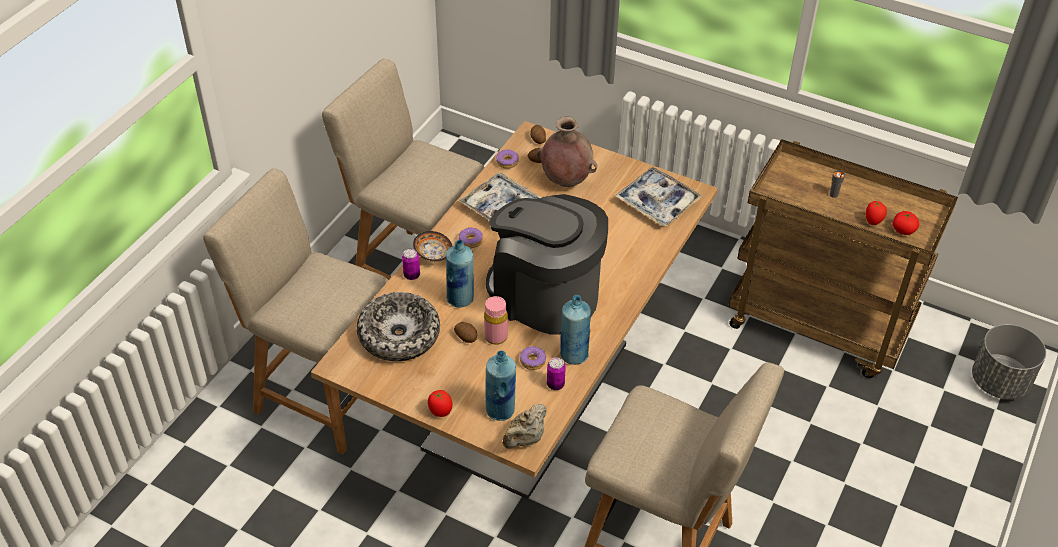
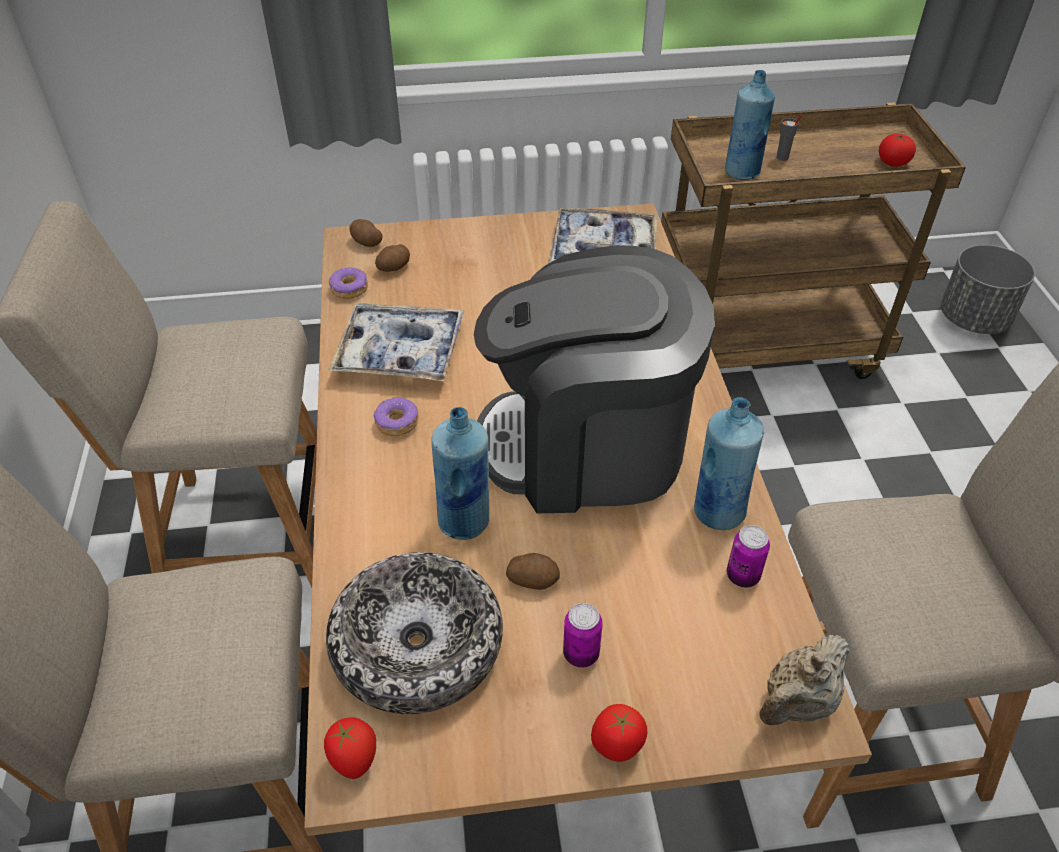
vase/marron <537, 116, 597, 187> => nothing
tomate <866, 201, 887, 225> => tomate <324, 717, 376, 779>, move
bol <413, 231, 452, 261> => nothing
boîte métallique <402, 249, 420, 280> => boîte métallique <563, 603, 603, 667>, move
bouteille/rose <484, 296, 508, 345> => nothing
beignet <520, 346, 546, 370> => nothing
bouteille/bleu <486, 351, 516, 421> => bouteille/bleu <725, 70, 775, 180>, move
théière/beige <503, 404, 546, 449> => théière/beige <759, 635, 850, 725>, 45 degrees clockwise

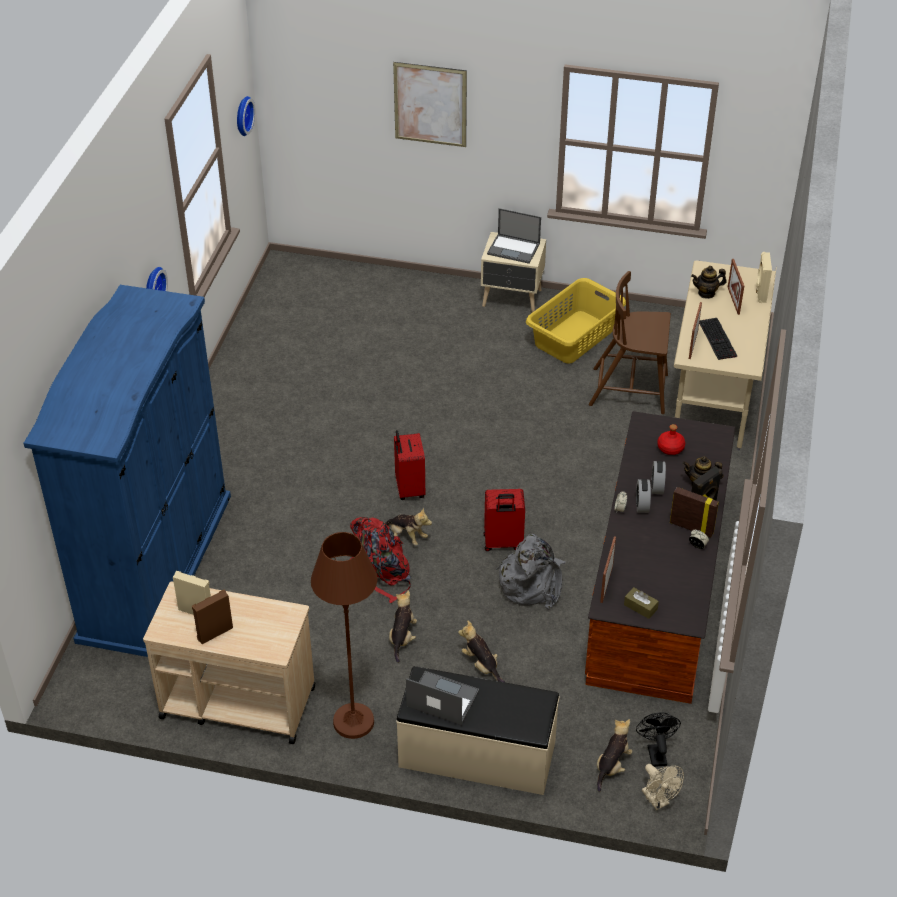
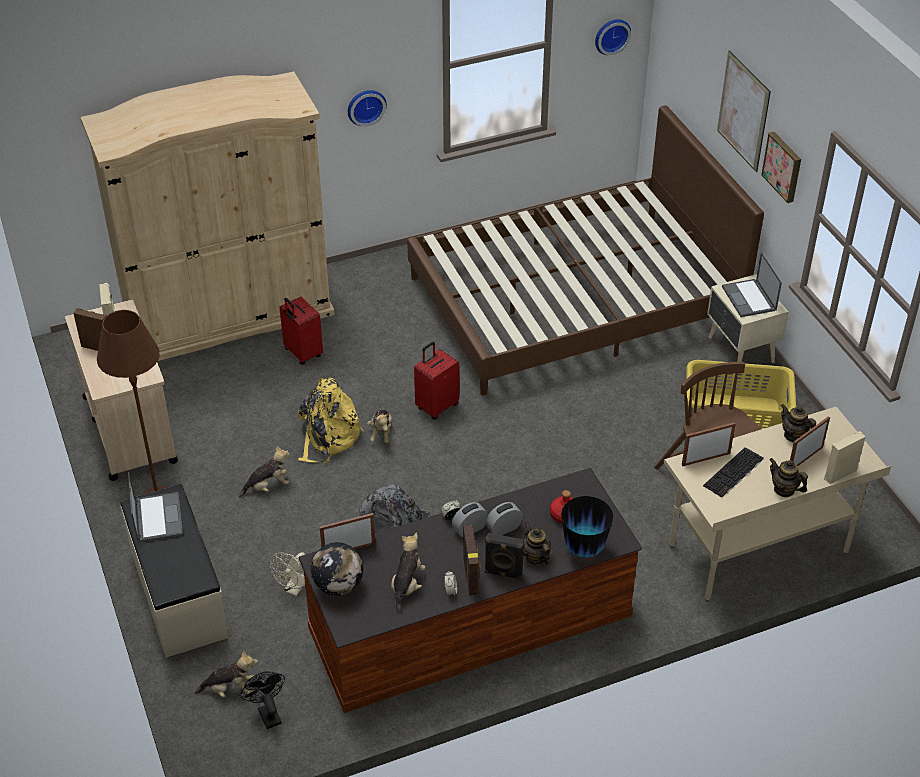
armoire/bleu <23, 285, 231, 657> => armoire/beige <80, 72, 335, 361>
valise/rouge <484, 489, 525, 551> => valise/rouge <279, 297, 323, 365>, move
sac à dos/rouge <349, 517, 411, 603> => sac à dos/jaune <297, 377, 364, 463>
boîte à mouchoirs/marron <624, 587, 659, 619> => globe <310, 542, 363, 596>
peluche <458, 620, 505, 682> => peluche <391, 533, 425, 614>, move
ventilateur/noir <636, 712, 681, 767> => ventilateur/noir <240, 671, 285, 729>, 75 degrees counterclockwise
ventilateur/beige <642, 764, 684, 810> => ventilateur/beige <269, 552, 305, 596>, move
nothing => lit/marron <407, 105, 764, 395>
nothing => tableau <761, 132, 801, 203>
nothing => théière <769, 458, 808, 497>
nothing => vase <561, 496, 613, 558>

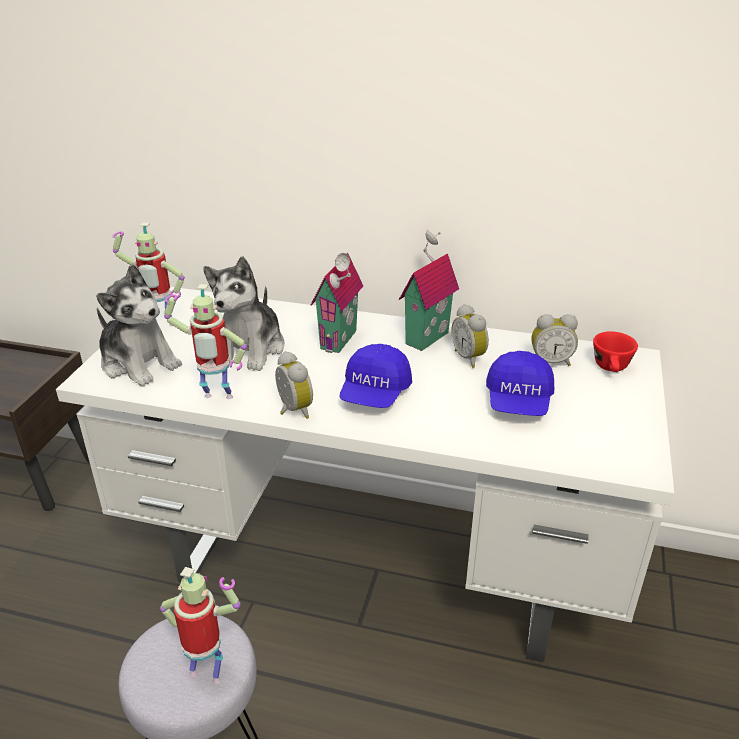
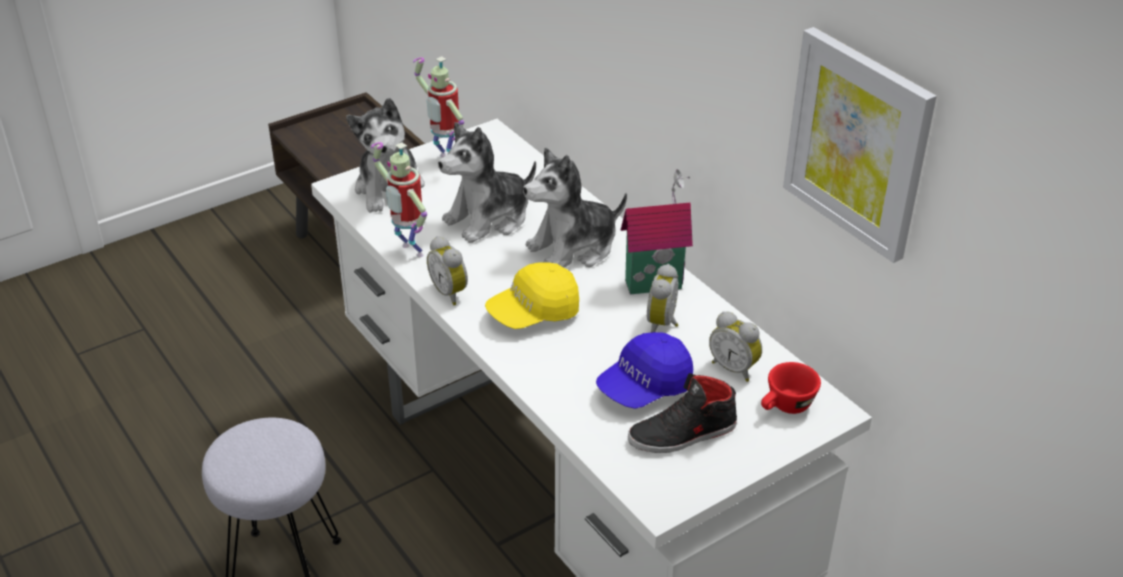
maison miniature <311, 253, 363, 353> => peluche <523, 148, 627, 267>
casquette/bleu <339, 344, 412, 408> => casquette/jaune <485, 262, 579, 329>
réveil <275, 351, 313, 419> => réveil <427, 236, 468, 305>, 135 degrees clockwise
robot jouet <160, 567, 241, 685> => nothing
nothing => tableau <783, 27, 937, 263>
nothing => chaussure/noir <628, 373, 737, 453>

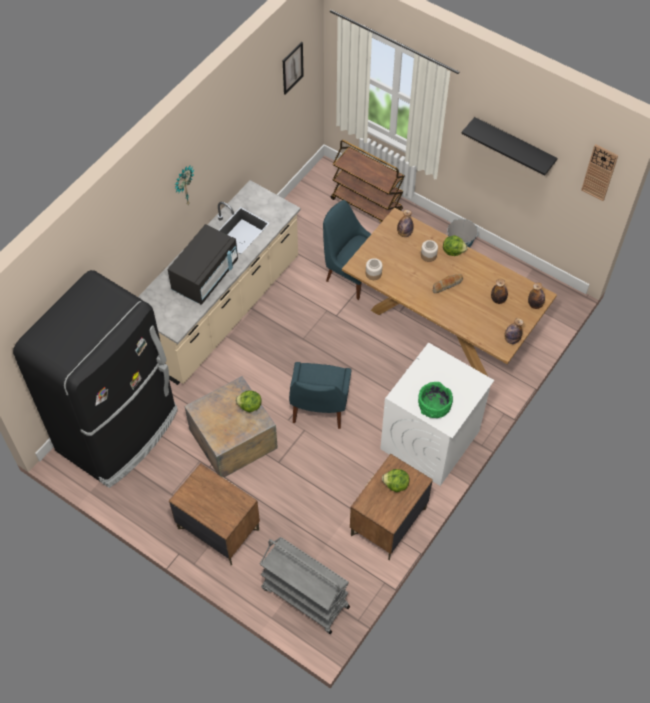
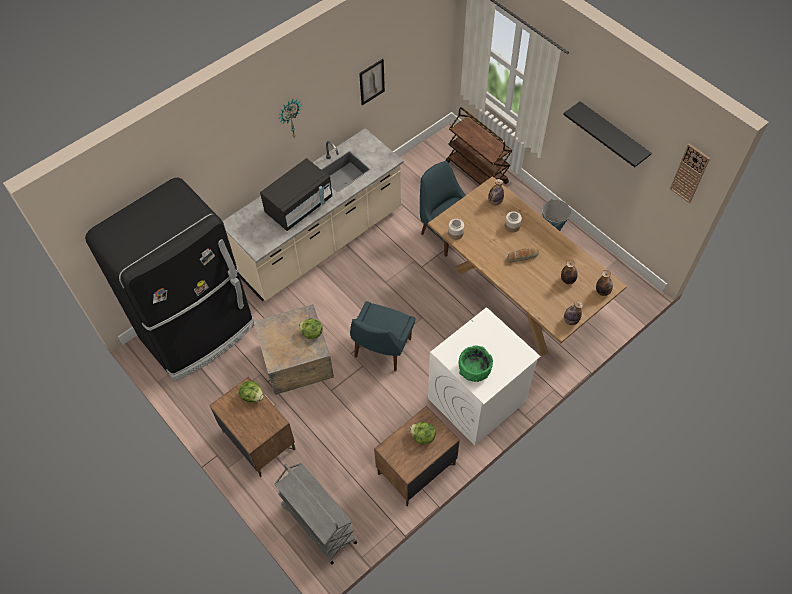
tableau <283, 42, 304, 95> => tableau <359, 59, 385, 106>, move
laitue <443, 235, 468, 256> => laitue <238, 381, 264, 403>, move

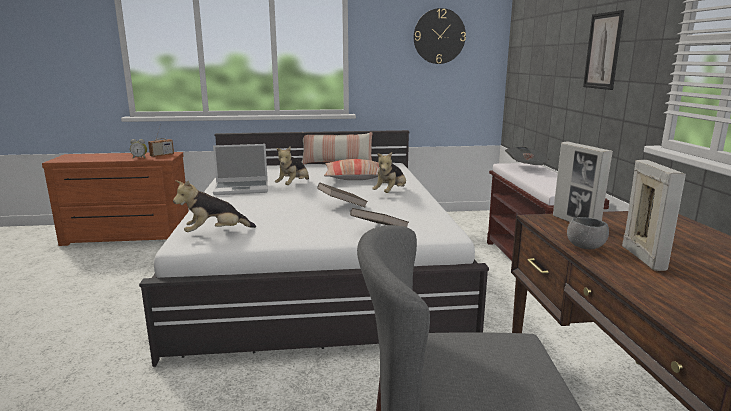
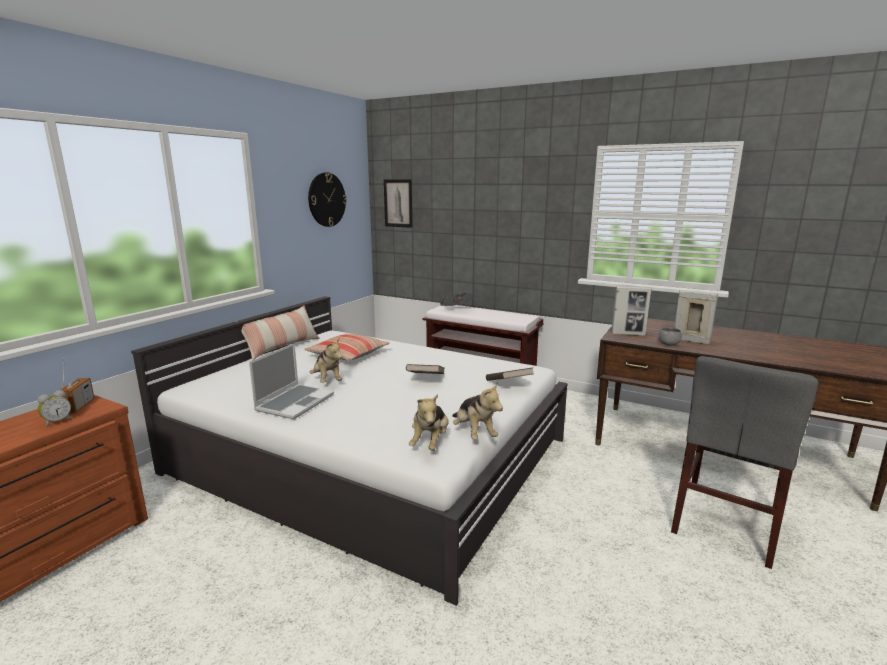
tableau <583, 10, 624, 90> => tableau <384, 179, 412, 228>, move
peluche <372, 152, 406, 193> => peluche <452, 384, 503, 440>, move

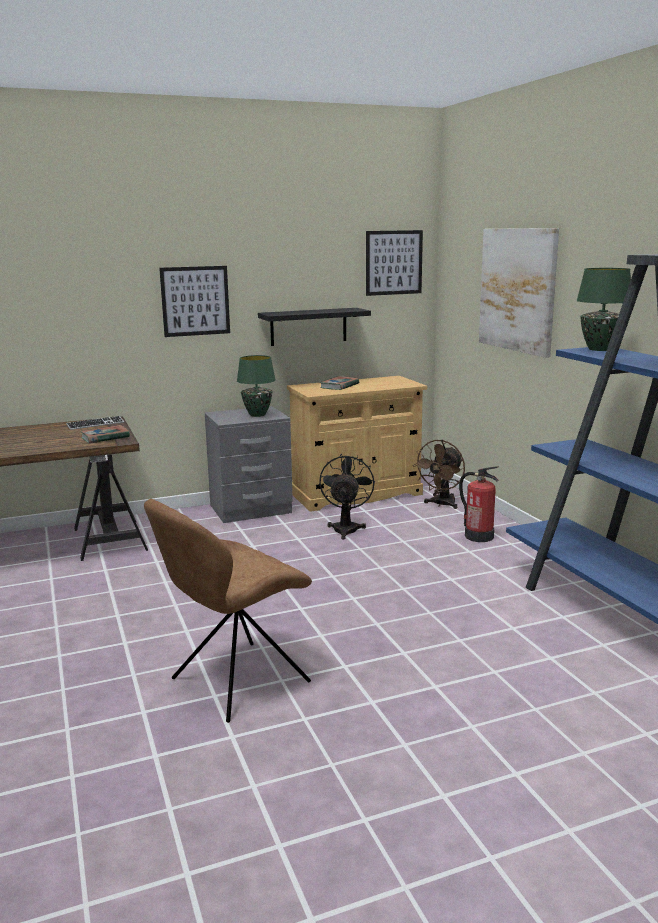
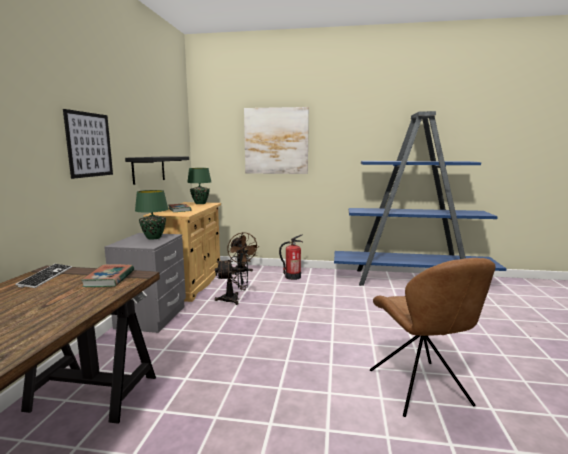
tableau <366, 230, 423, 296> => nothing
lampe de table/vert <576, 268, 631, 351> => lampe de table/vert <187, 168, 211, 204>, move
ventilateur/noir <319, 454, 375, 539> => ventilateur/noir <215, 250, 248, 305>, 135 degrees clockwise

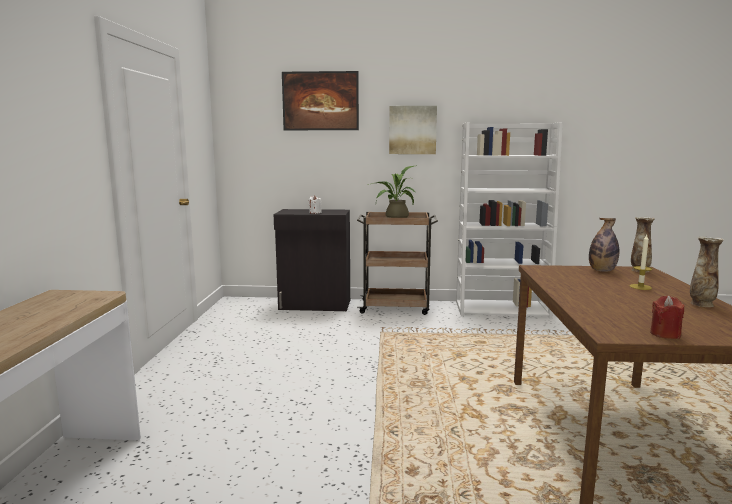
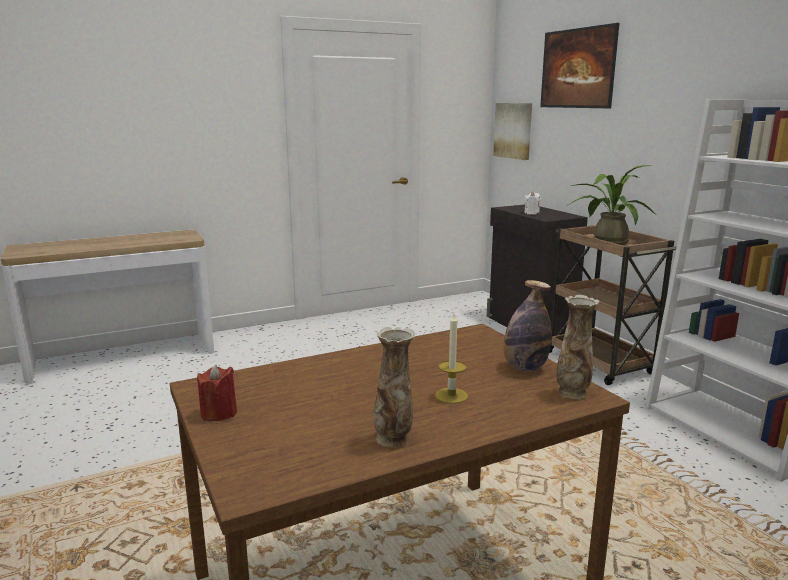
tableau <389, 106, 437, 154> => tableau <493, 103, 532, 160>, move

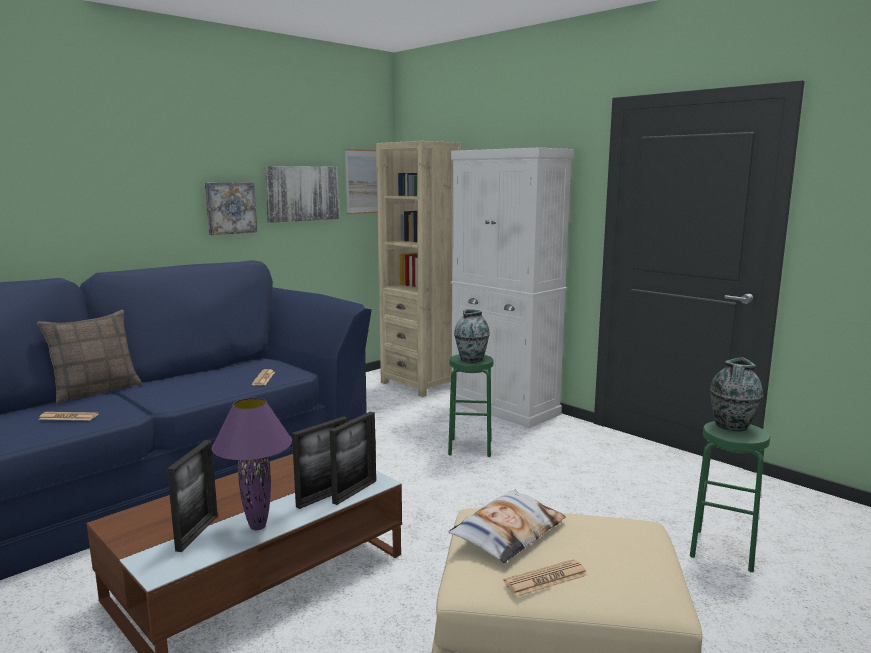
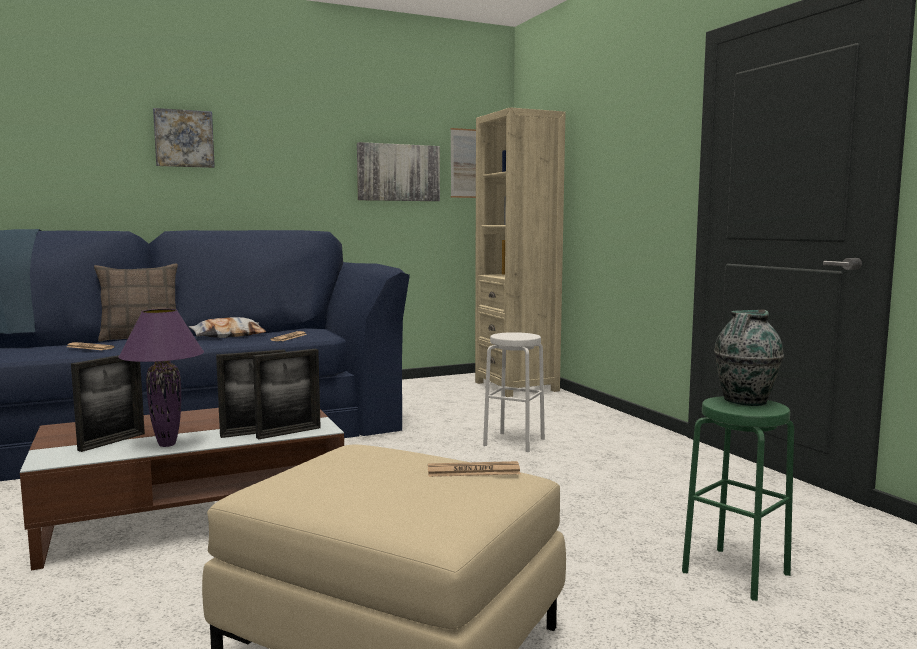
meuble de rangement/blanc <451, 148, 574, 428> => nothing
tableau <205, 182, 257, 235> => tableau <153, 108, 215, 168>, move
vase <454, 309, 490, 363> => nothing
tabouret/vert <448, 354, 493, 457> => tabouret/blanc <483, 332, 545, 452>
coussin <449, 490, 566, 563> => coussin <189, 317, 266, 338>, move
journal <503, 559, 587, 597> => journal <428, 461, 521, 477>, move

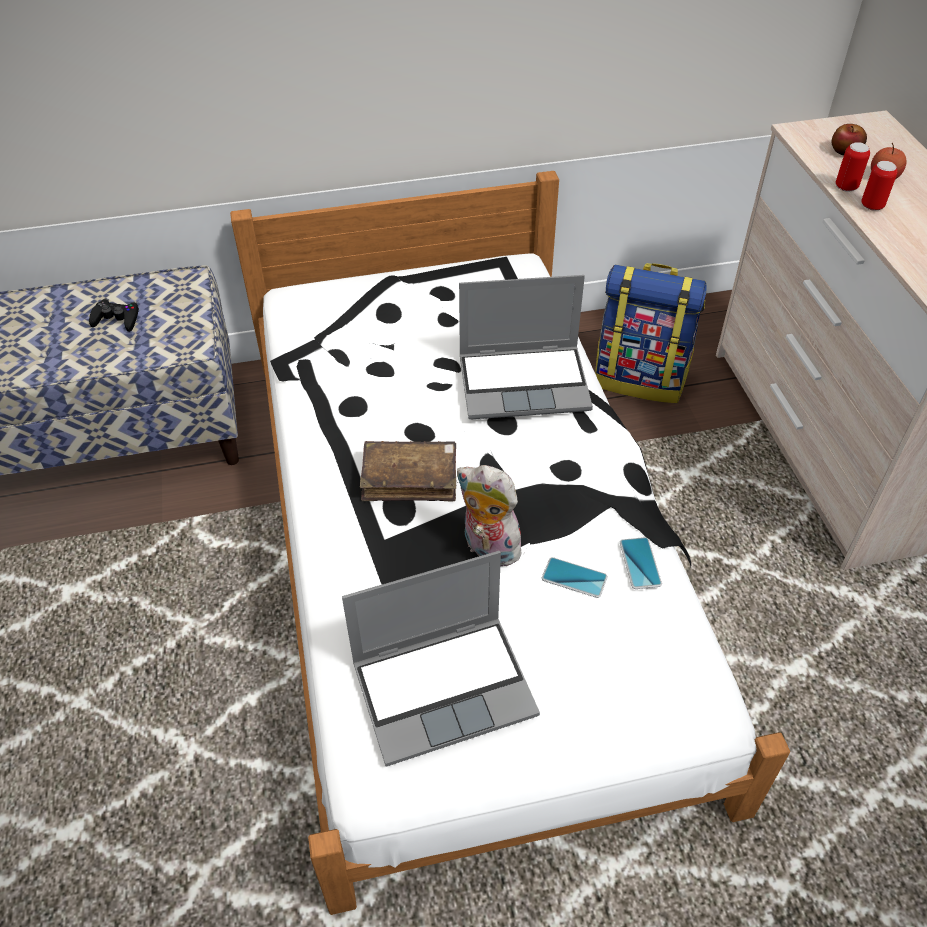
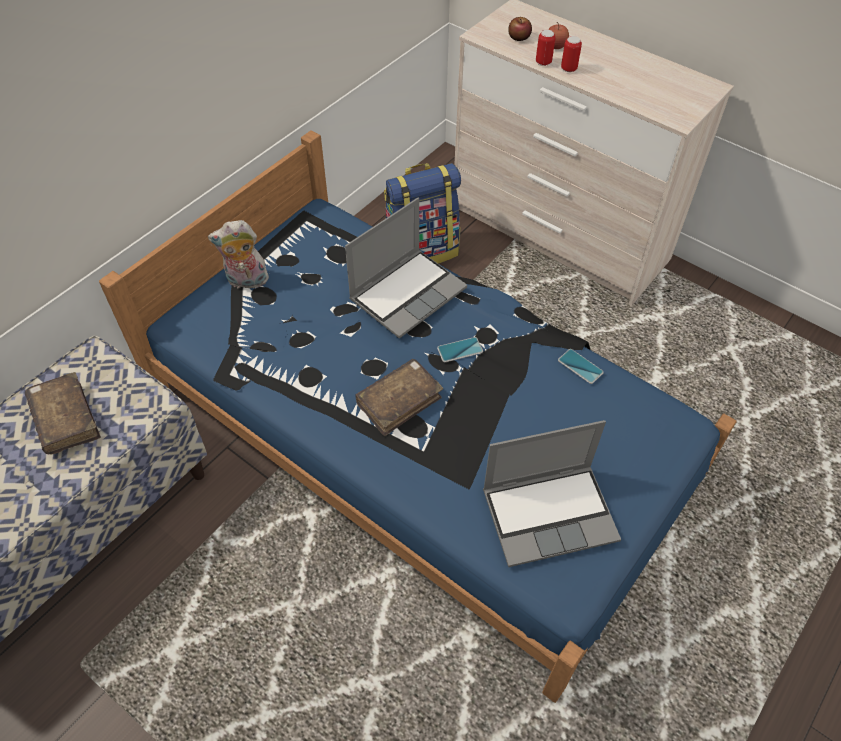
lit/blanc <230, 171, 790, 915> => lit/bleu <99, 131, 737, 703>
manette/noir <89, 299, 139, 332> => livre/marron <25, 372, 101, 455>
peluche <457, 465, 526, 566> => peluche <208, 220, 270, 289>, move
ordinateur portable <342, 551, 540, 766> => ordinateur portable <483, 420, 621, 567>, 45 degrees clockwise
téléphone <542, 557, 608, 598> => téléphone <437, 337, 483, 362>, move

